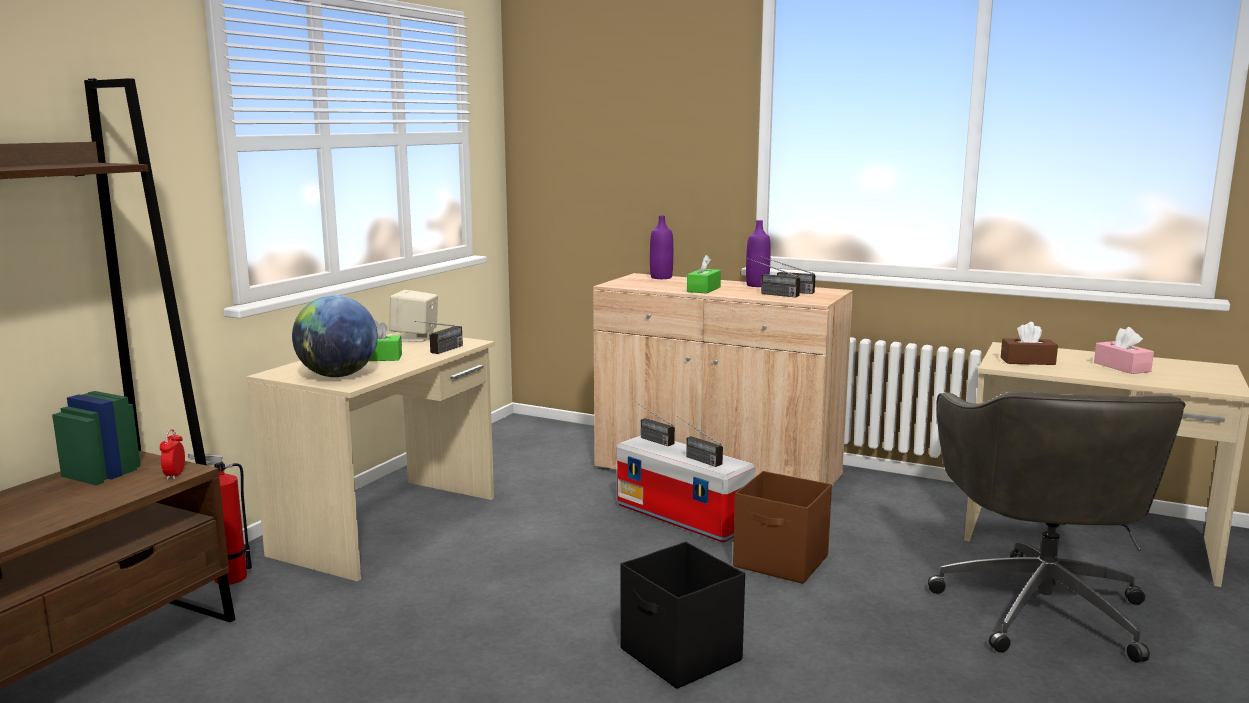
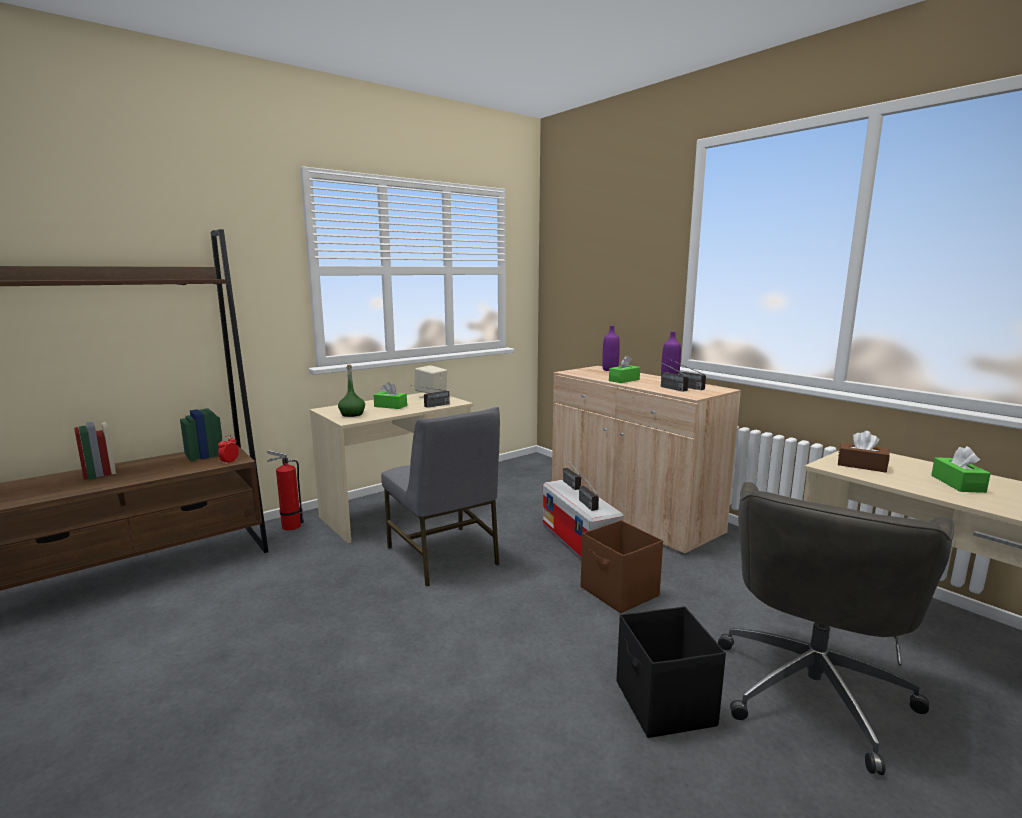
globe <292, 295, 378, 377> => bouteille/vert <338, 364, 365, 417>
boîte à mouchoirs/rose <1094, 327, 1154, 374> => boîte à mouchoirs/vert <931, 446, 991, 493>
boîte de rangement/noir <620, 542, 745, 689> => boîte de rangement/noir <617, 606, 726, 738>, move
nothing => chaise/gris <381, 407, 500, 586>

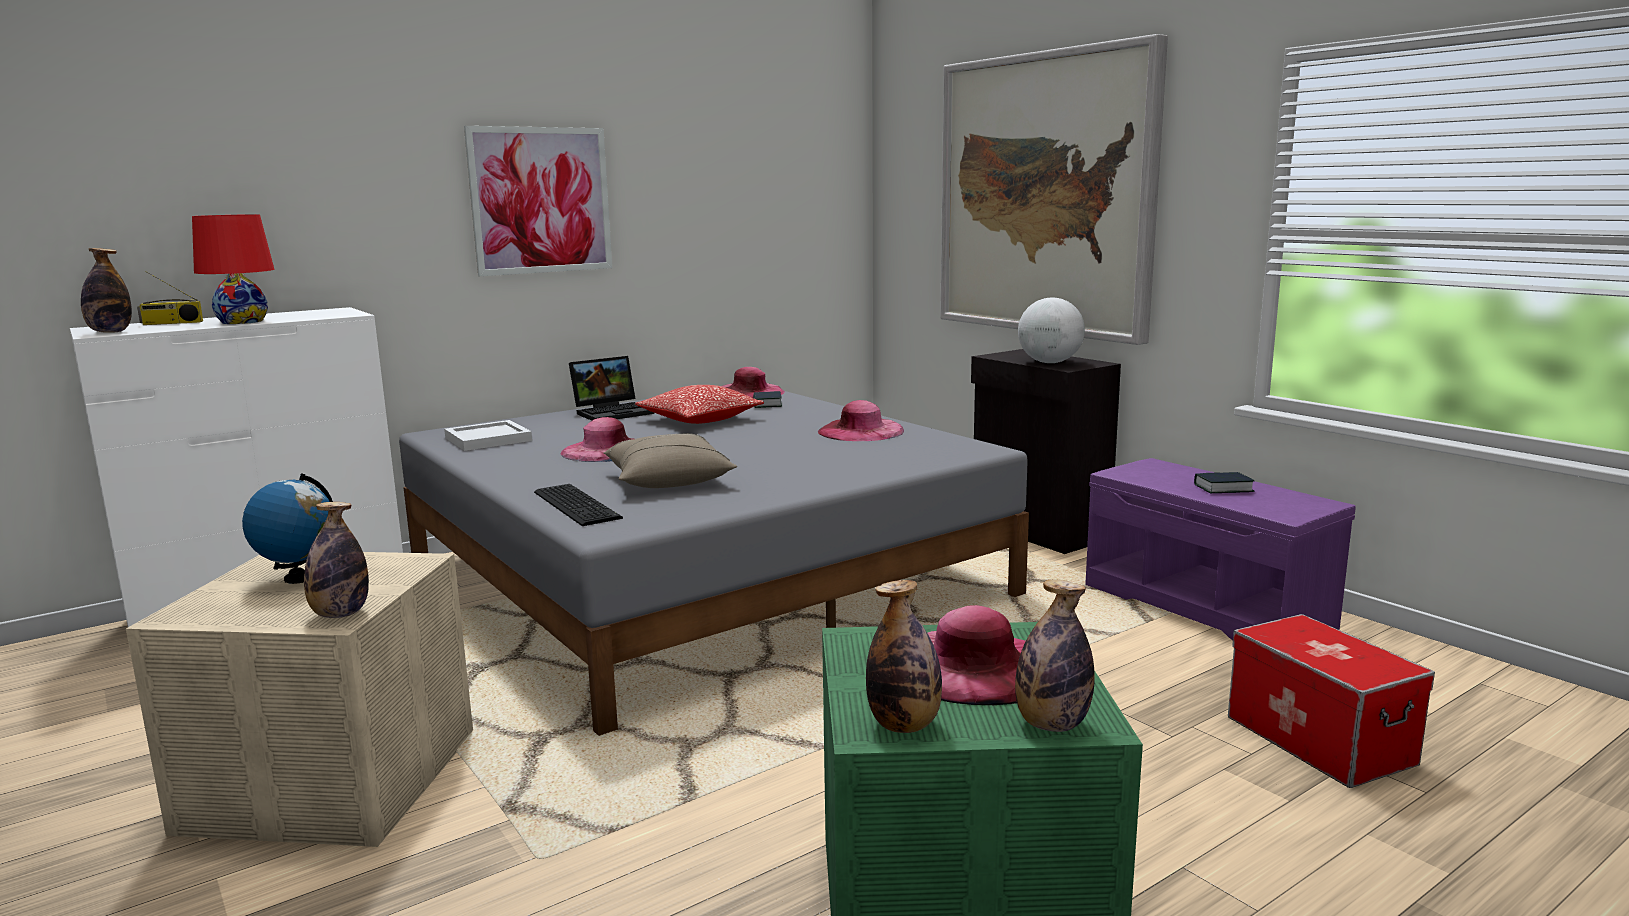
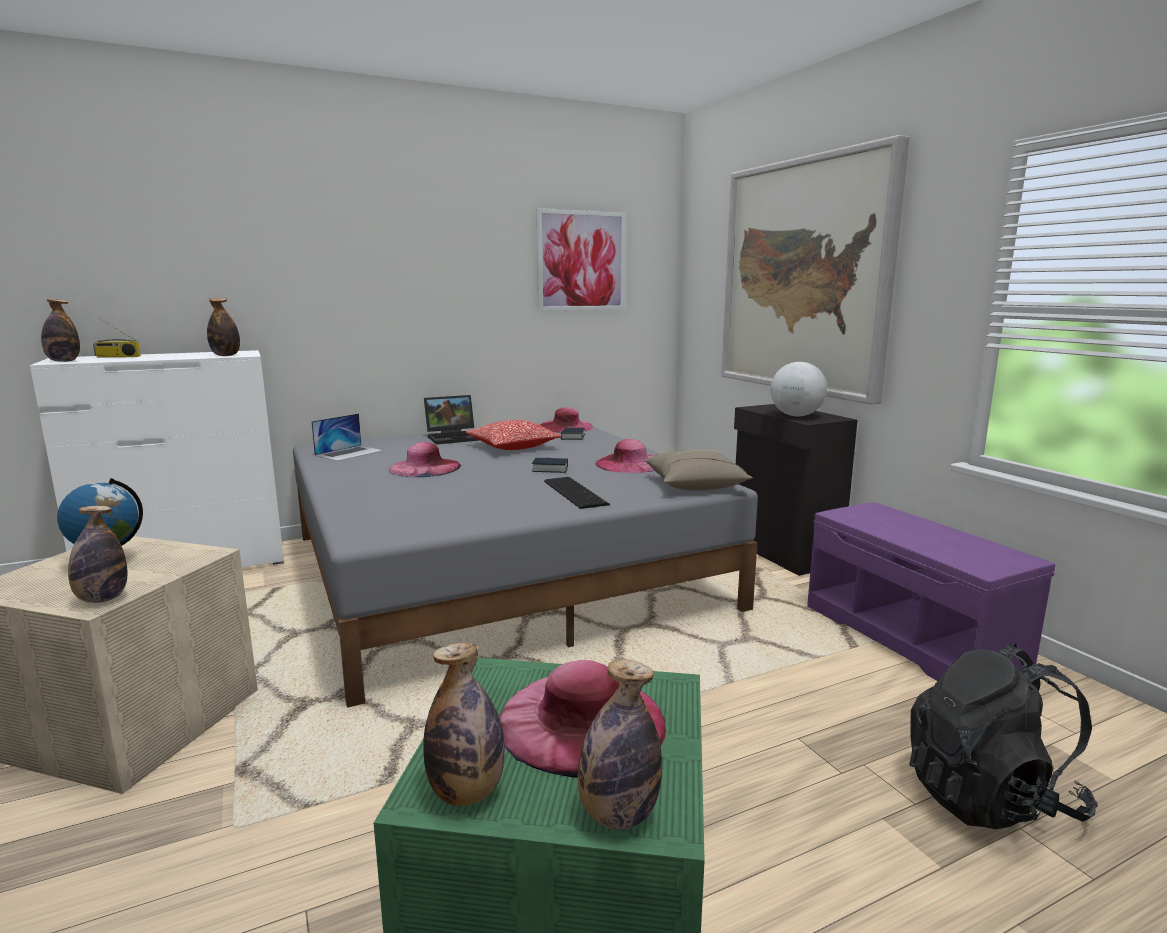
tableau <464, 126, 612, 276> => tableau <537, 208, 626, 311>, move
lampe de table/rouge <192, 214, 275, 324> => nothing
plateau/blanc <444, 420, 532, 451> => ordinateur portable <311, 413, 384, 461>
coussin/beige <604, 433, 737, 488> => coussin/beige <644, 450, 753, 490>, move
livre <1194, 472, 1255, 493> => livre <532, 458, 568, 473>, move
clavier <534, 484, 623, 526> => clavier <544, 477, 610, 509>, move
boîte de rangement <1228, 614, 1435, 788> => sac à dos/noir <909, 643, 1097, 829>
nothing => bouteille <207, 298, 240, 356>

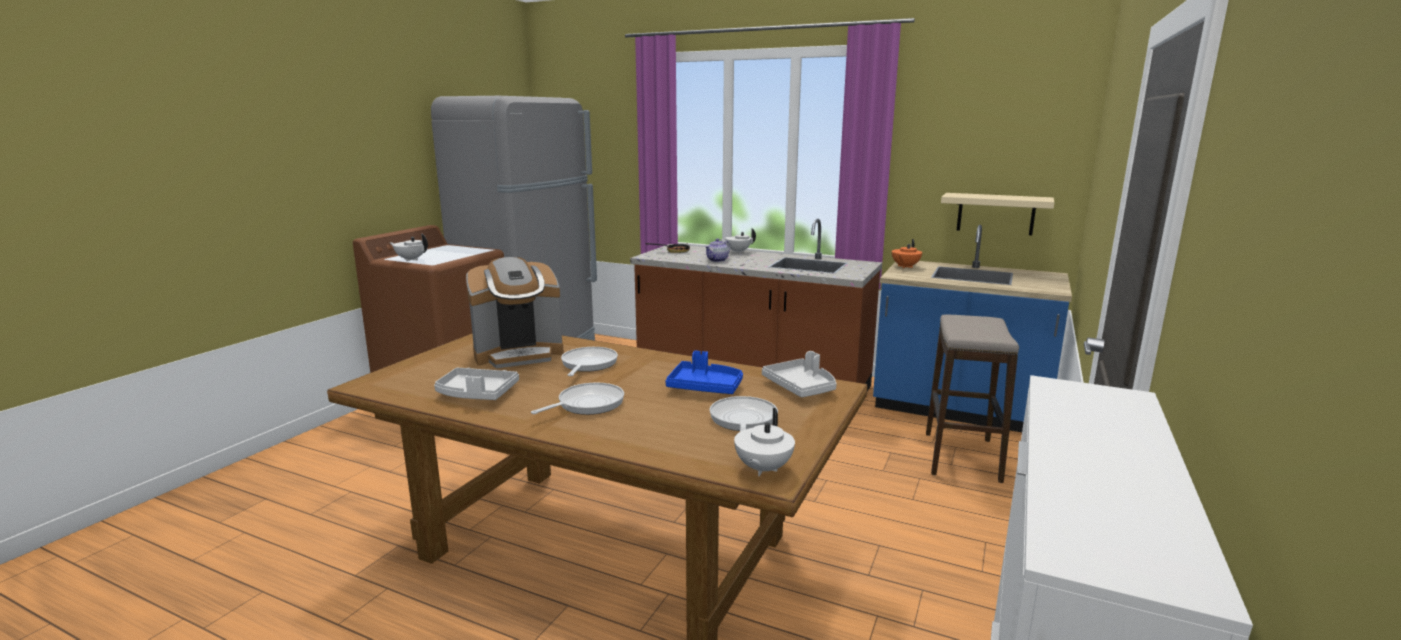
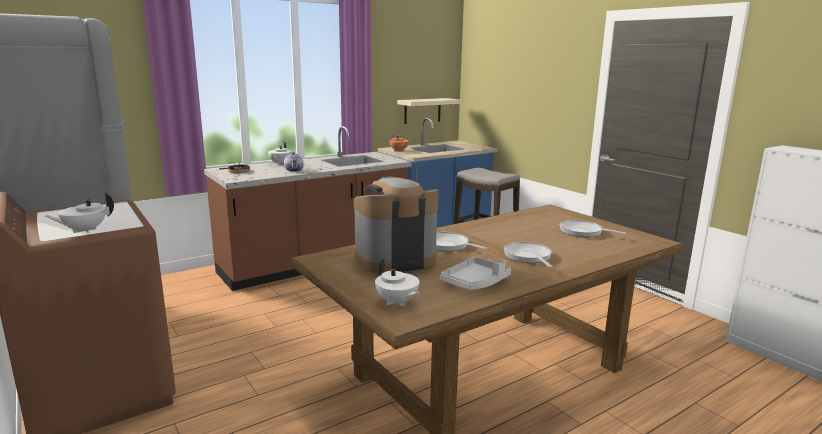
machine à café <466, 257, 564, 368> => machine à café <354, 176, 439, 274>, 120 degrees counterclockwise
plateau/bleu <665, 351, 743, 394> => nothing
plateau/gris <762, 351, 837, 397> => nothing
théière/blanc <734, 408, 795, 476> => théière/blanc <375, 259, 420, 307>, move

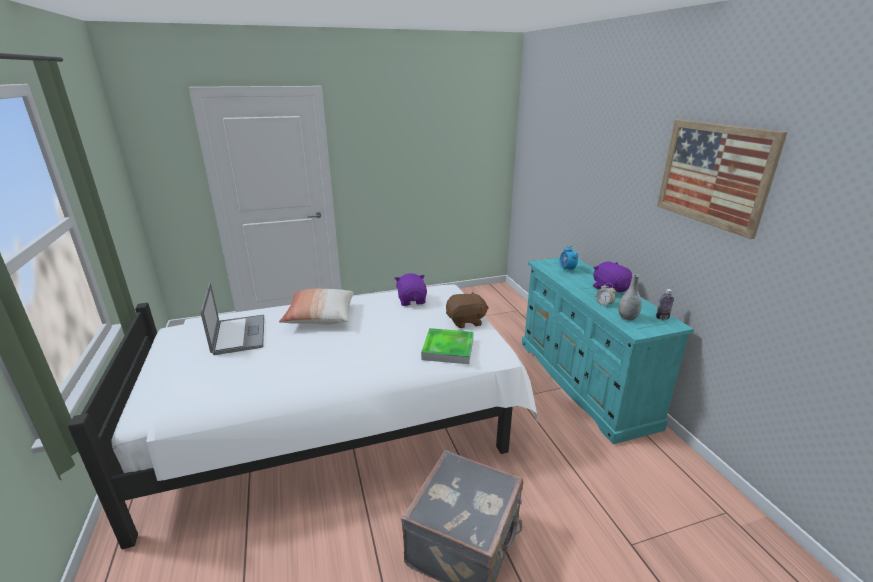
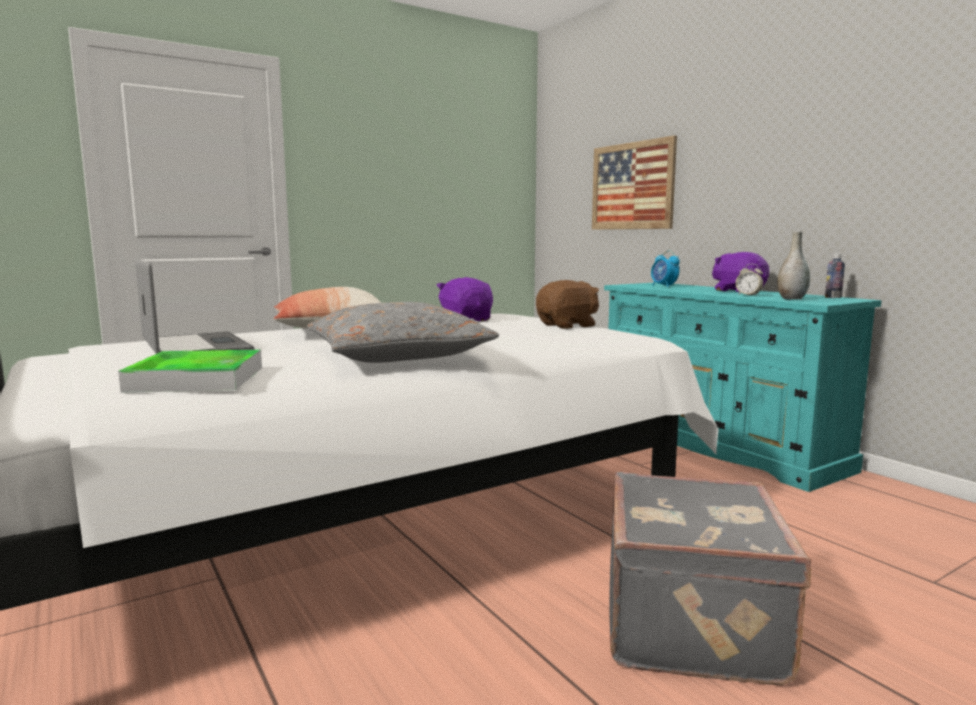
tableau <657, 119, 787, 239> => tableau <592, 135, 677, 230>, move
plateau <421, 328, 474, 364> => plateau <118, 350, 262, 393>, move
nothing => coussin/gris <307, 302, 499, 363>

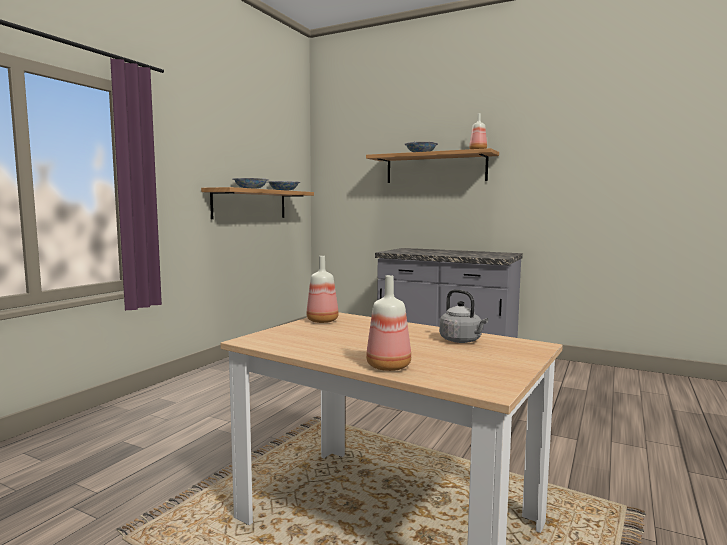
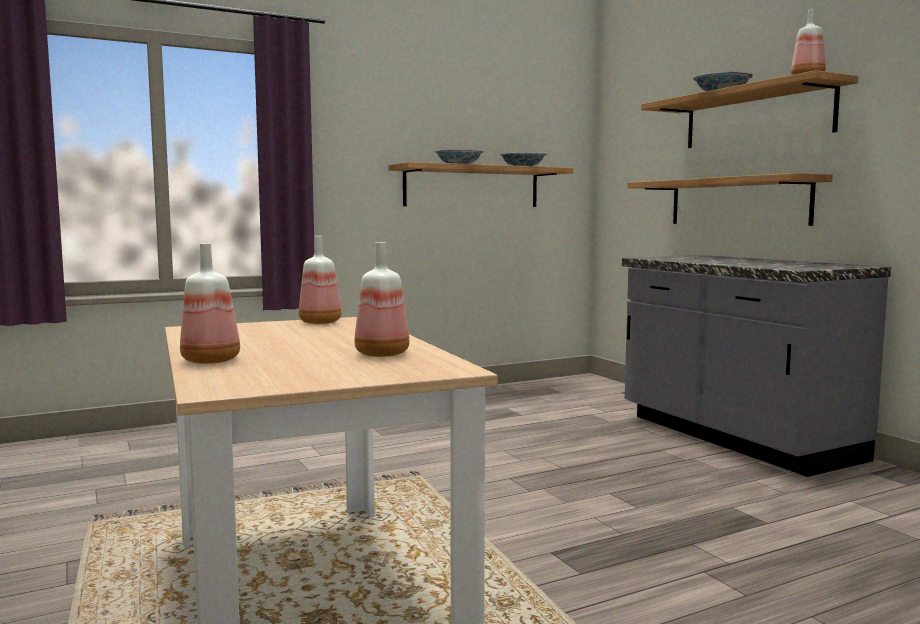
bouilloire/gris <439, 289, 488, 343> => bouteille <355, 242, 409, 357>
nothing => étagère <627, 173, 833, 226>

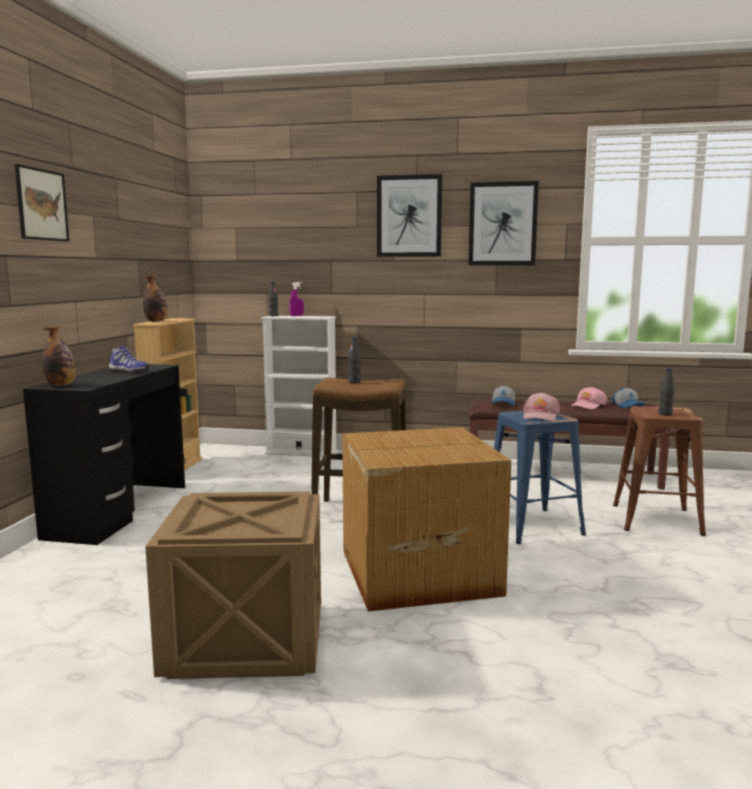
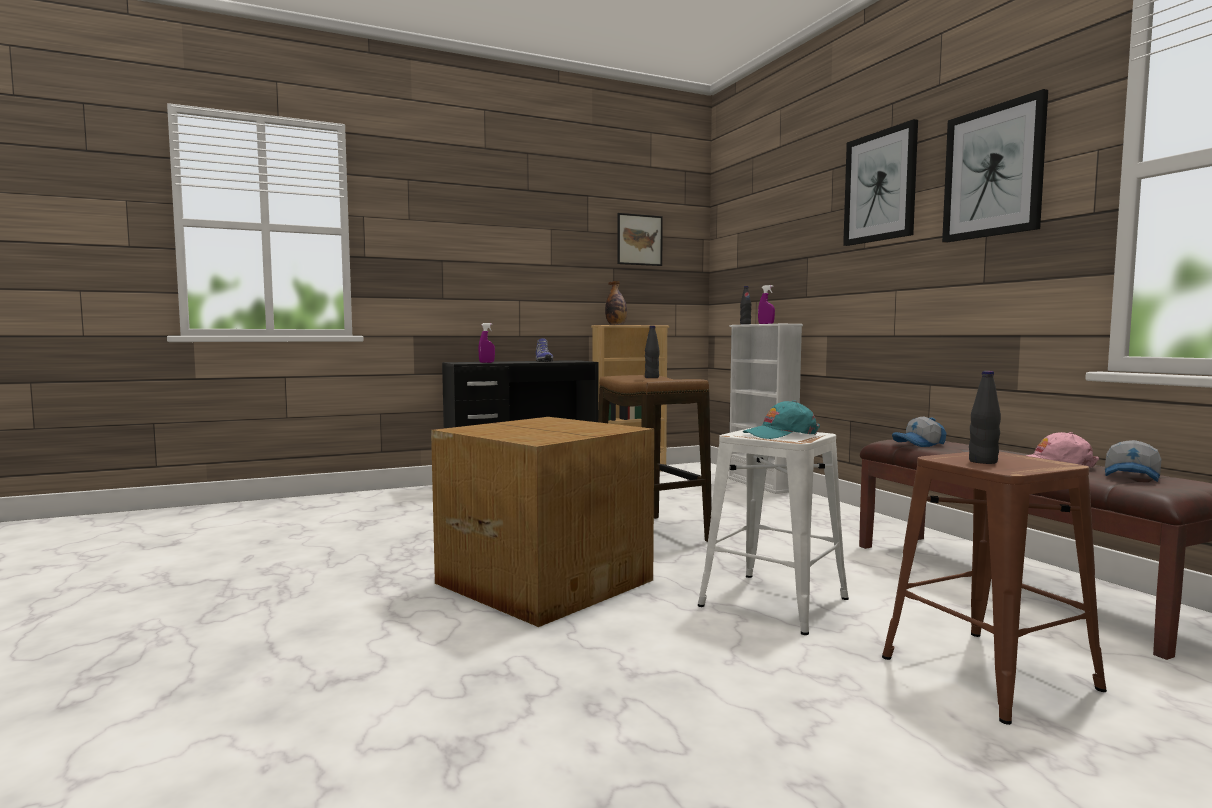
tableau <15, 164, 69, 241> => tableau <617, 213, 663, 266>, move
bouteille <42, 326, 76, 386> => nothing
casquette/rose <523, 392, 560, 421> => casquette/turquoise <743, 400, 820, 439>
tabouret/bleu <494, 411, 586, 544> => tabouret/blanc <698, 428, 849, 635>
caisse <145, 491, 321, 679> => nothing
nothing => vaporisateur/violet <479, 323, 495, 363>

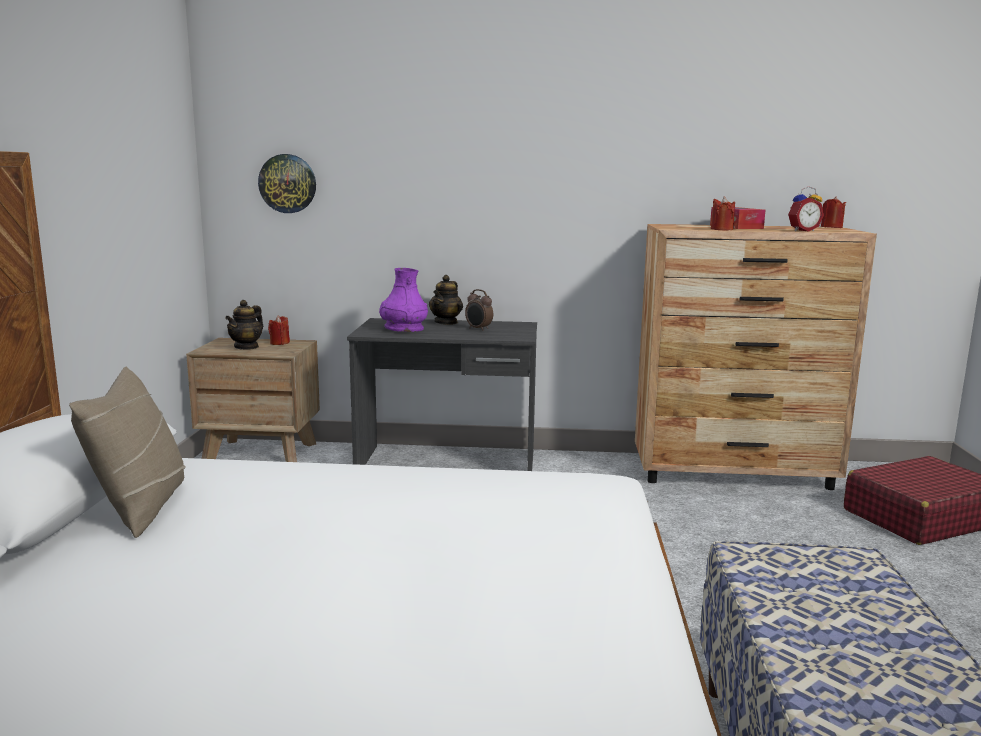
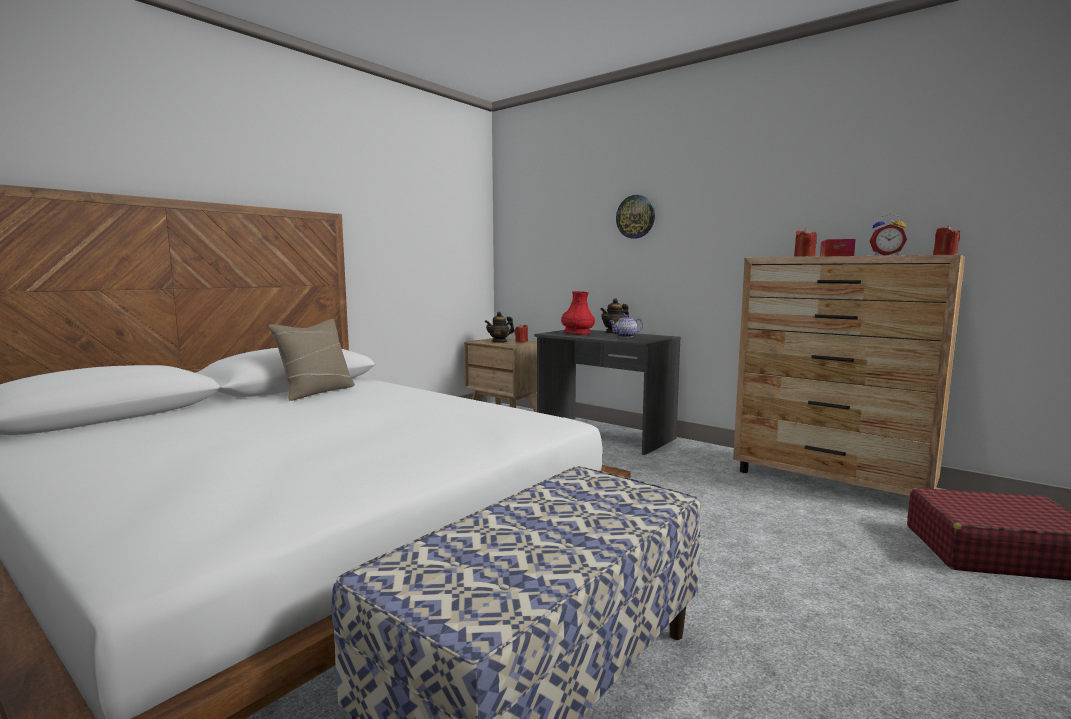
horloge murale <258, 154, 316, 213> => horloge murale <616, 195, 655, 239>, move
vase/violet <379, 268, 428, 332> => vase/rouge <561, 291, 595, 335>
réveil <465, 289, 493, 331> => théière <609, 315, 643, 337>

